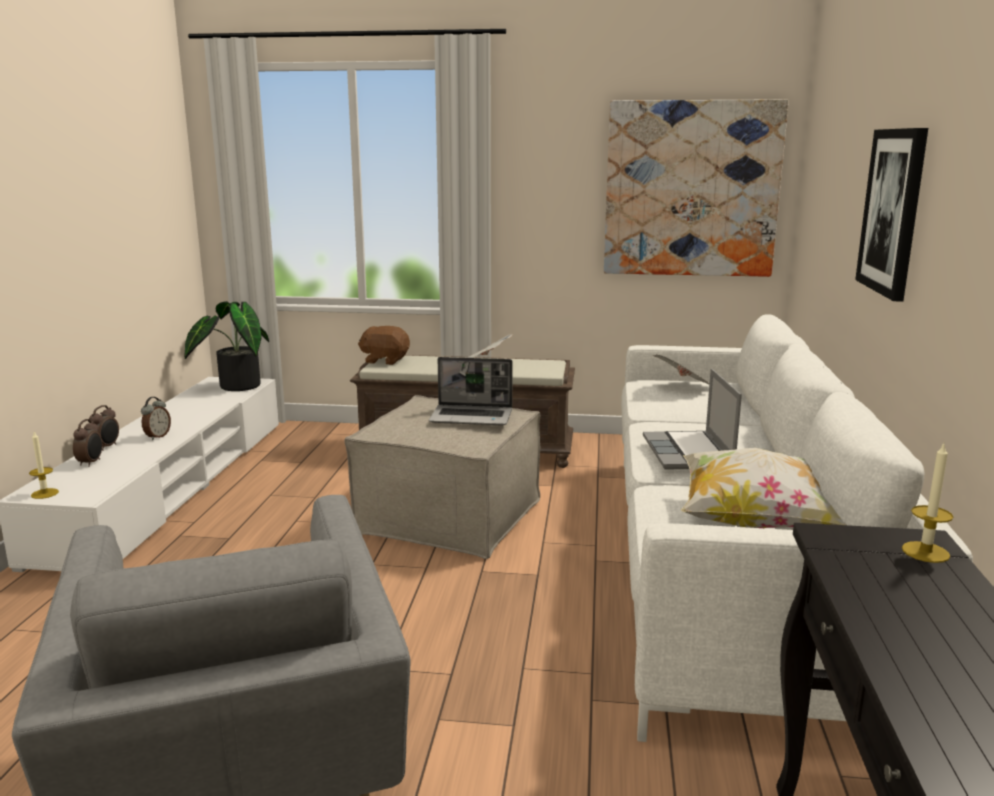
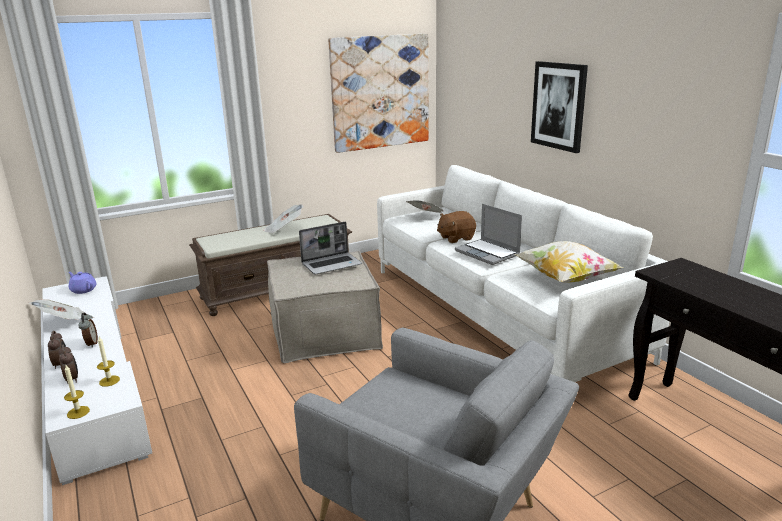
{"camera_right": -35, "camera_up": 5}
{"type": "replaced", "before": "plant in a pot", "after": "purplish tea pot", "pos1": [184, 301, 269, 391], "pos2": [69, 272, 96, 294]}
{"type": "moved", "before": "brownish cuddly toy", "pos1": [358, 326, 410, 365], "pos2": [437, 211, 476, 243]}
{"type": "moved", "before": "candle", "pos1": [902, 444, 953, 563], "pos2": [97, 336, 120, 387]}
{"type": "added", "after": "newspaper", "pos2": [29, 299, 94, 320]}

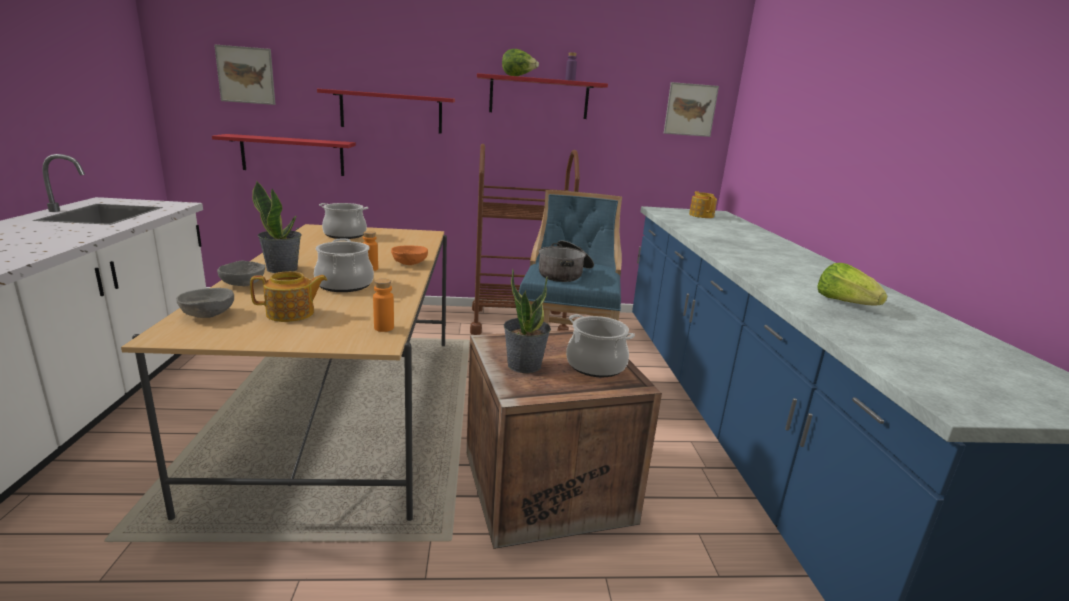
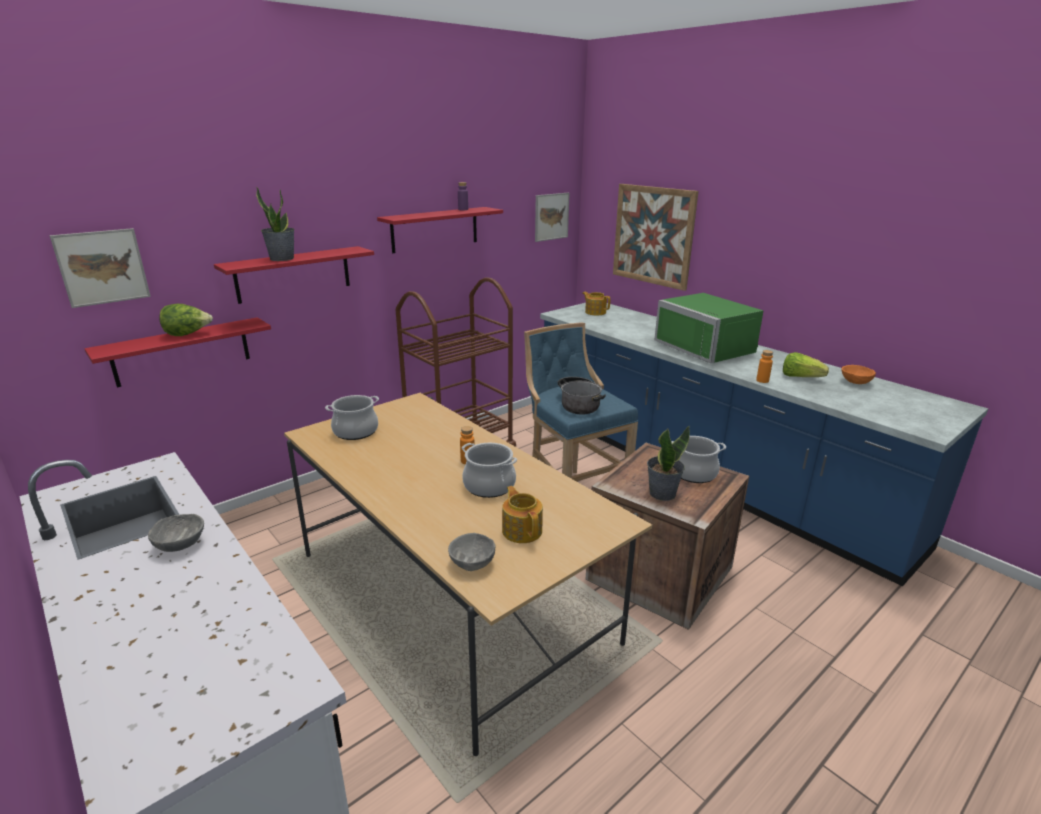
{"camera_right": -35, "camera_up": 5}
{"type": "moved", "before": "grey bowl", "pos1": [217, 261, 265, 286], "pos2": [148, 514, 204, 552]}
{"type": "turned", "before": "tea pot", "pos1": [250, 271, 327, 322], "pos2": [502, 486, 543, 543], "turn": -60}
{"type": "moved", "before": "plant in a pot", "pos1": [252, 180, 301, 273], "pos2": [256, 186, 295, 261]}
{"type": "moved", "before": "orangey bottle", "pos1": [373, 278, 394, 332], "pos2": [756, 350, 773, 383]}
{"type": "moved", "before": "orangey bowl", "pos1": [391, 245, 428, 265], "pos2": [841, 365, 876, 384]}
{"type": "moved", "before": "head of lettuce", "pos1": [502, 49, 539, 76], "pos2": [159, 304, 213, 336]}
{"type": "added", "after": "picture", "pos2": [613, 184, 699, 291]}
{"type": "added", "after": "green kitchen microwave", "pos2": [654, 293, 764, 363]}

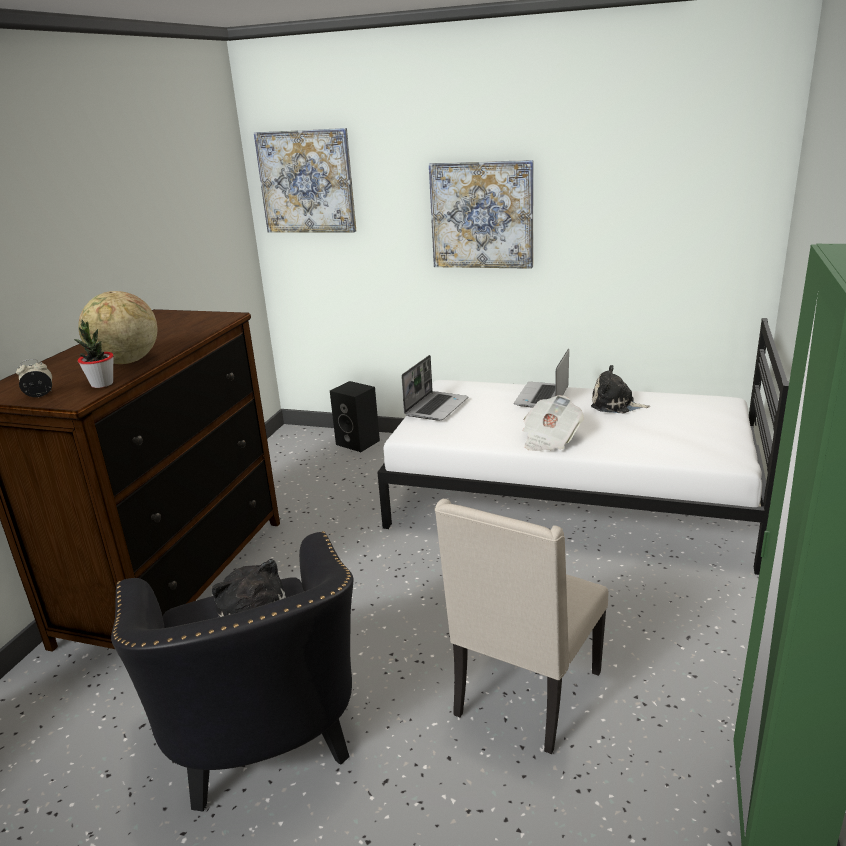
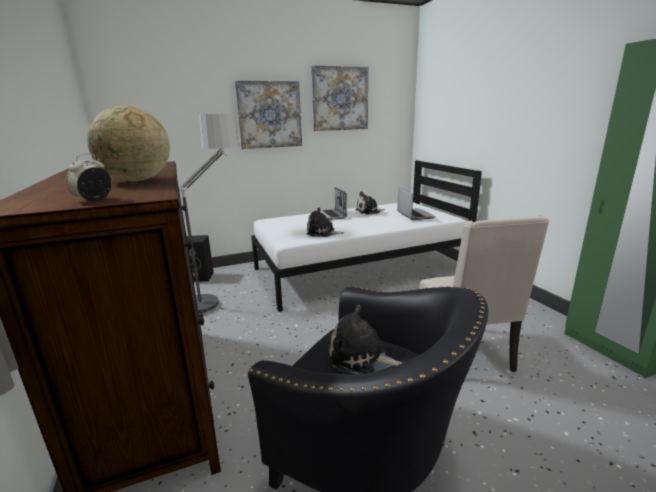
{"camera_right": -40, "camera_up": -5}
{"type": "removed", "before": "plant in a pot", "pos1": [74, 320, 114, 388]}
{"type": "moved", "before": "picture", "pos1": [254, 128, 356, 233], "pos2": [311, 65, 368, 131]}
{"type": "moved", "before": "laptop", "pos1": [401, 355, 468, 421], "pos2": [397, 187, 436, 220]}
{"type": "removed", "before": "newspaper", "pos1": [522, 395, 584, 451]}
{"type": "added", "after": "standing lamp", "pos2": [179, 114, 239, 314]}
{"type": "added", "after": "cuddly toy", "pos2": [306, 207, 344, 237]}

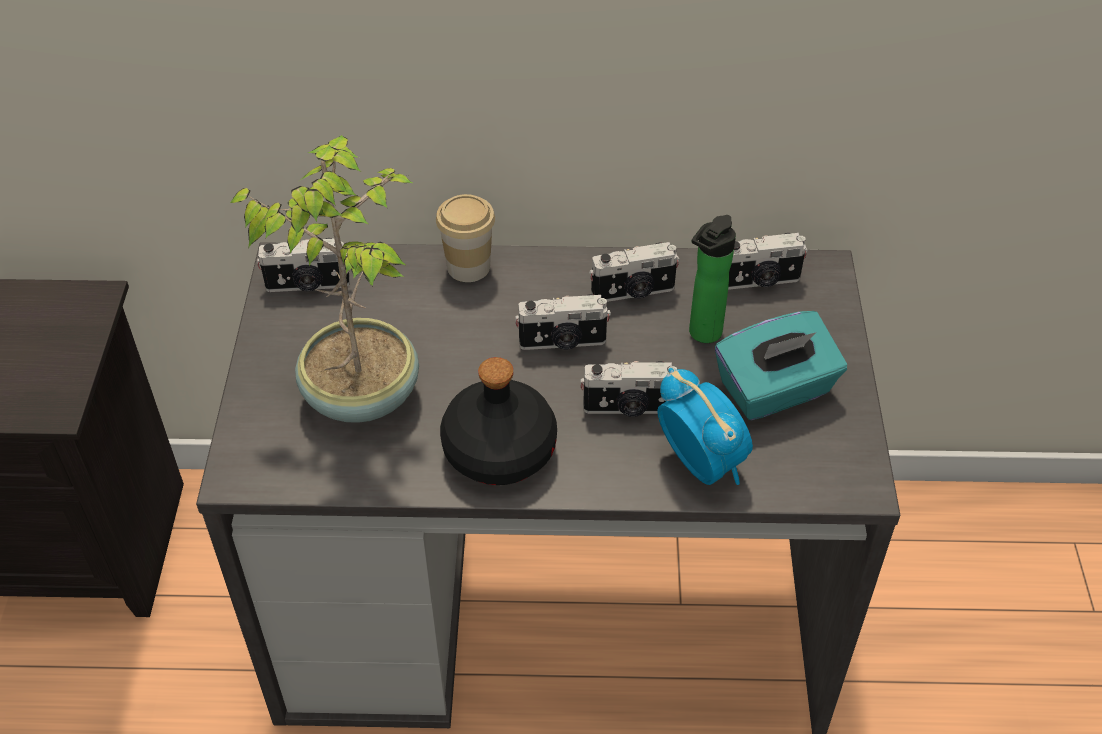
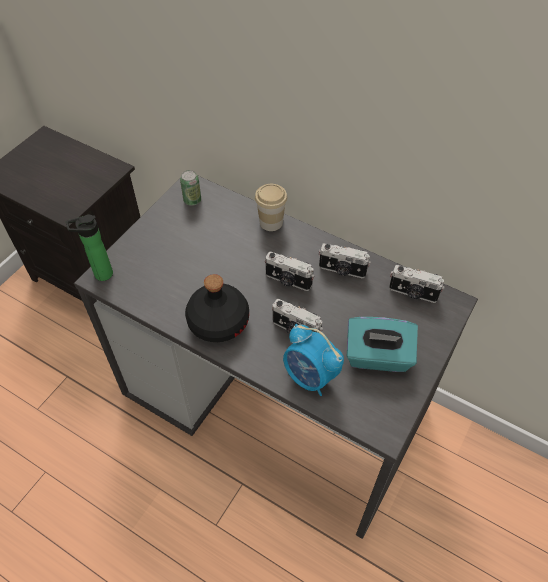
{"camera_right": 30, "camera_up": 5}
{"type": "removed", "before": "plant in a pot", "pos1": [230, 135, 419, 423]}
{"type": "replaced", "before": "still camera", "after": "metal can", "pos1": [257, 238, 350, 292], "pos2": [180, 170, 201, 206]}
{"type": "turned", "before": "bedside clock", "pos1": [657, 368, 753, 485], "pos2": [283, 324, 344, 396], "turn": 135}
{"type": "moved", "before": "bottle", "pos1": [689, 215, 736, 343], "pos2": [66, 215, 113, 281]}

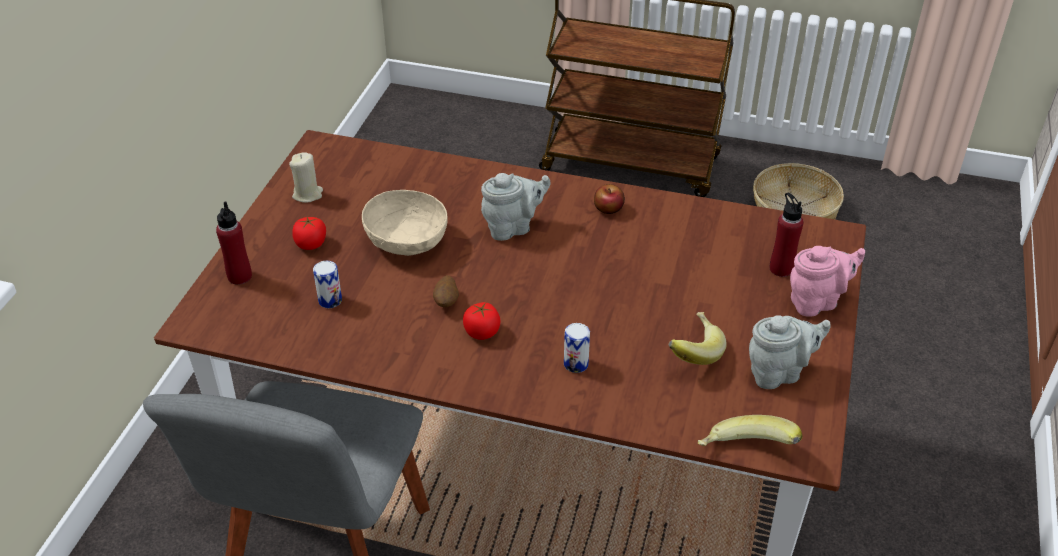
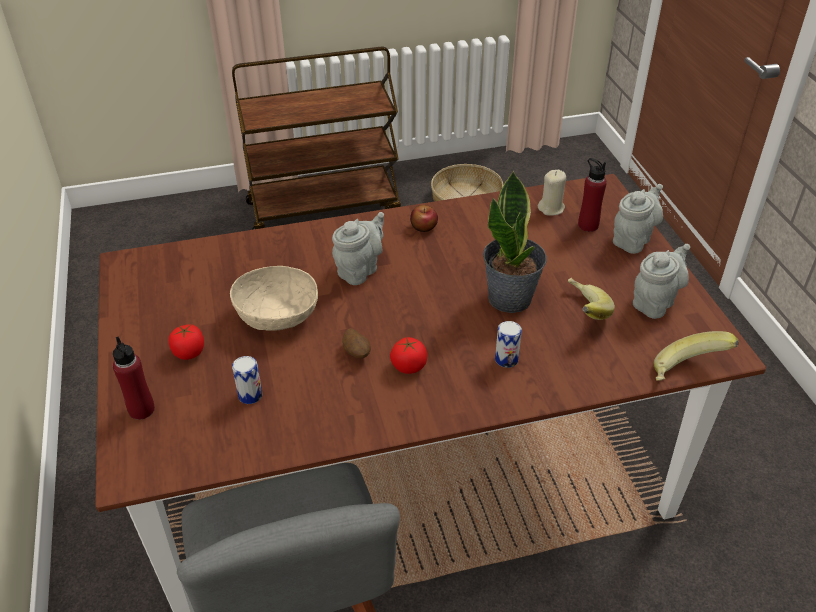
{"camera_right": -30, "camera_up": 0}
{"type": "moved", "before": "beige candle", "pos1": [289, 152, 323, 203], "pos2": [538, 170, 566, 216]}
{"type": "recoloured", "before": "pinkish tea pot", "after": "grey tea pot", "pos1": [790, 246, 865, 317], "pos2": [613, 184, 663, 254]}
{"type": "added", "after": "plant in a pot", "pos2": [483, 171, 547, 313]}

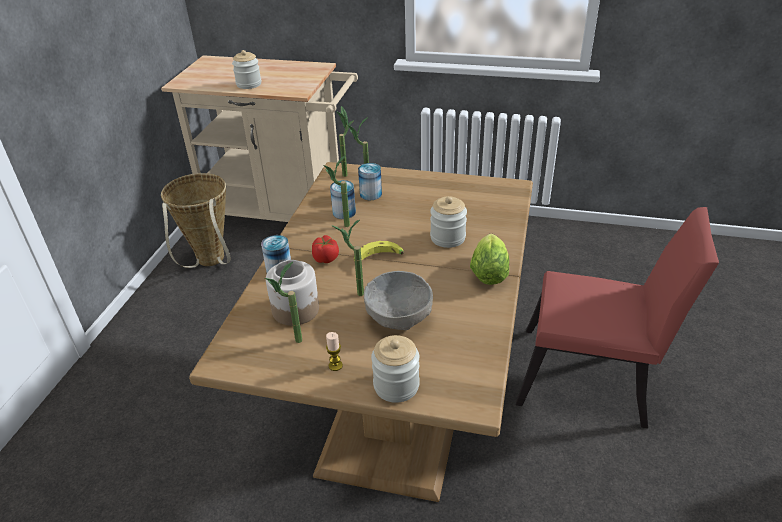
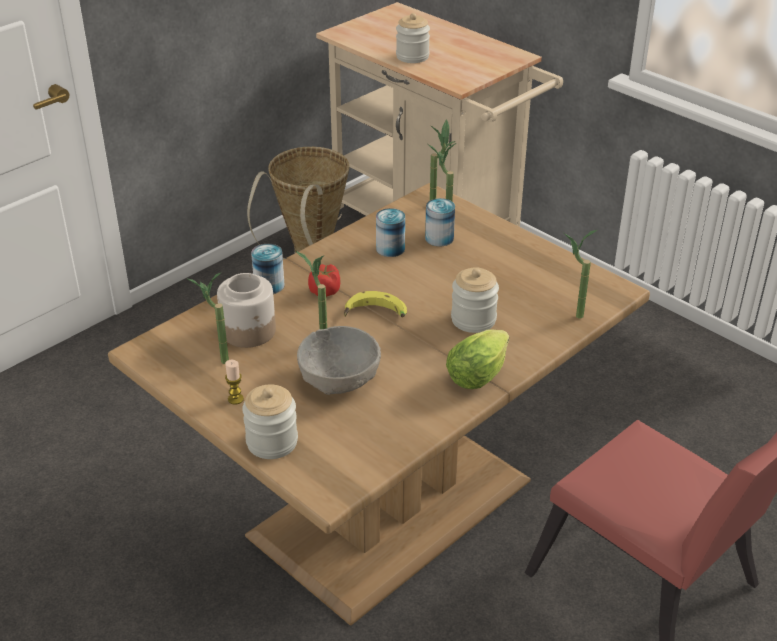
{"camera_right": 30, "camera_up": 0}
{"type": "moved", "before": "plant in a pot", "pos1": [323, 155, 350, 227], "pos2": [564, 230, 597, 319]}

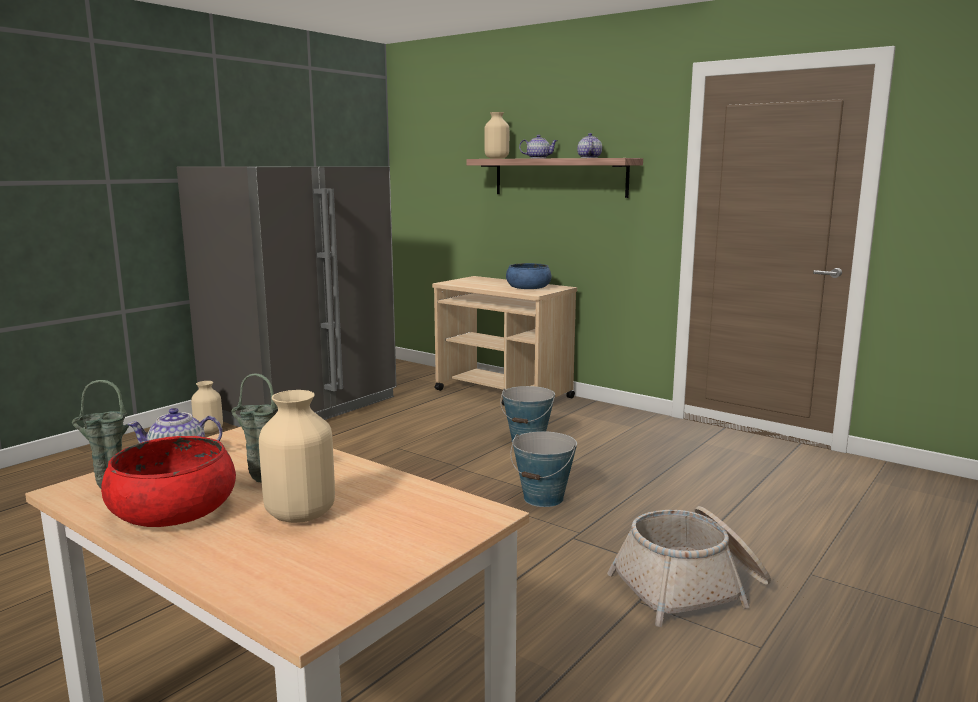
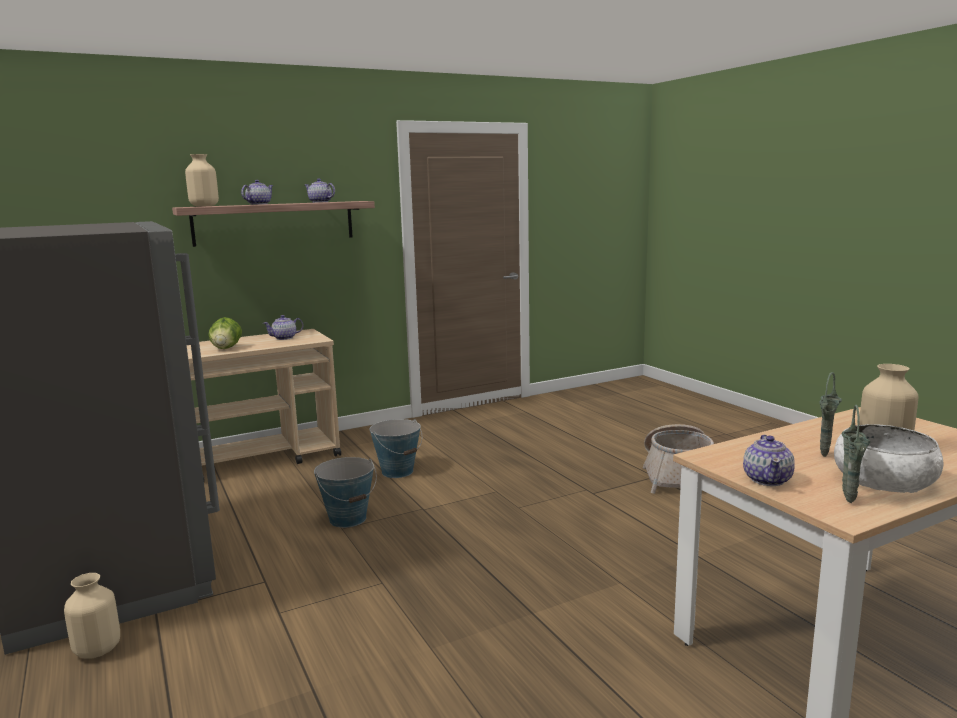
{"camera_right": -65, "camera_up": 0}
{"type": "recoloured", "before": "red bowl", "after": "whitish bowl", "pos1": [101, 436, 236, 527], "pos2": [834, 424, 944, 493]}
{"type": "replaced", "before": "blue-coloured bowl", "after": "tea pot", "pos1": [506, 263, 552, 289], "pos2": [263, 315, 303, 340]}
{"type": "moved", "before": "water bucket", "pos1": [510, 431, 577, 507], "pos2": [314, 457, 377, 528]}
{"type": "added", "after": "head of lettuce", "pos2": [208, 317, 242, 349]}

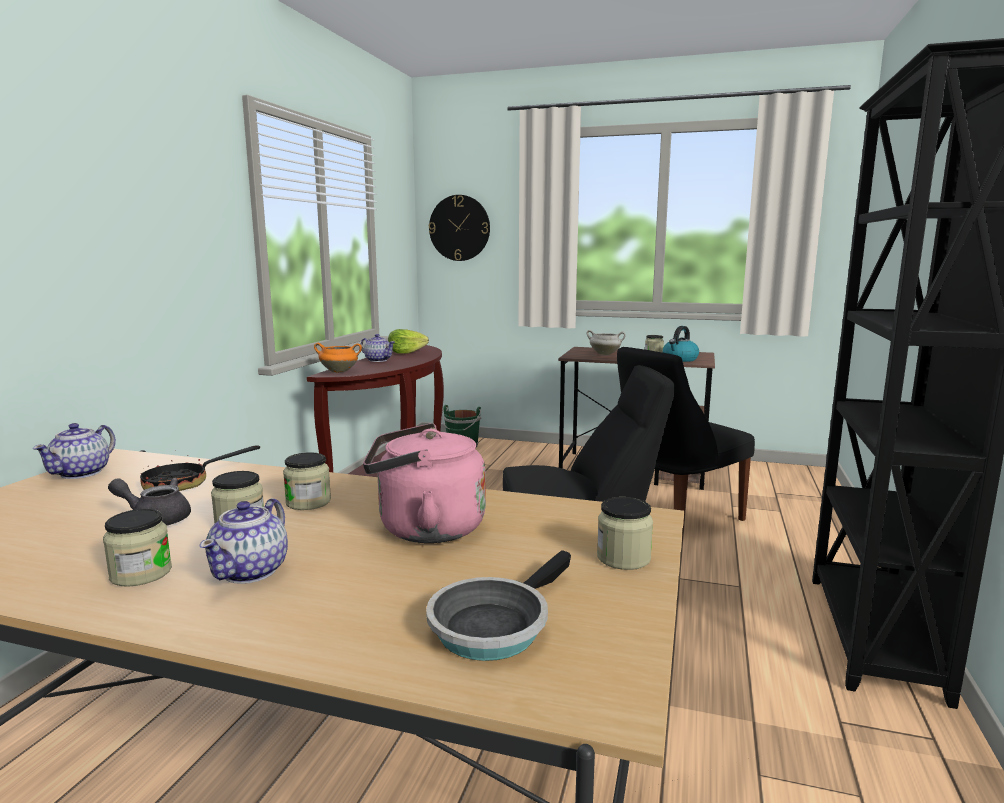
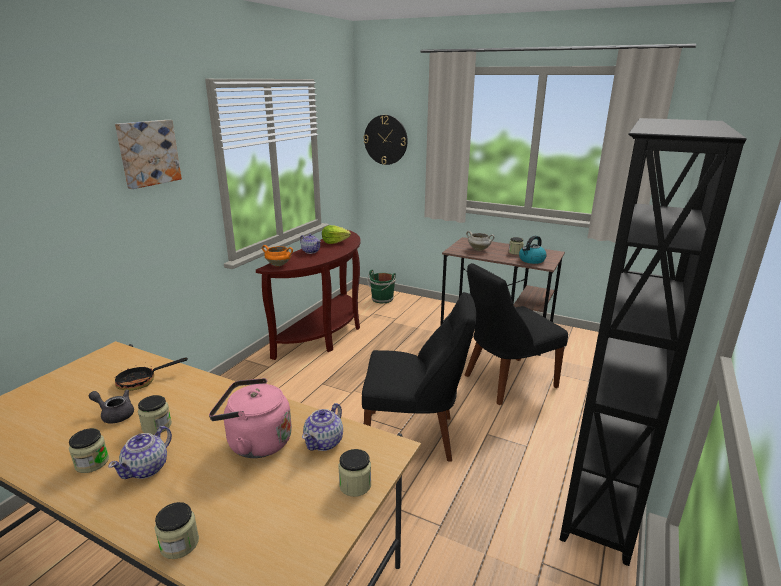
{"camera_right": 10, "camera_up": 10}
{"type": "moved", "before": "tea pot", "pos1": [33, 423, 116, 479], "pos2": [302, 403, 343, 451]}
{"type": "moved", "before": "storage jar", "pos1": [283, 452, 331, 510], "pos2": [155, 502, 199, 559]}
{"type": "removed", "before": "skillet", "pos1": [426, 550, 571, 661]}
{"type": "added", "after": "picture", "pos2": [115, 120, 182, 189]}

